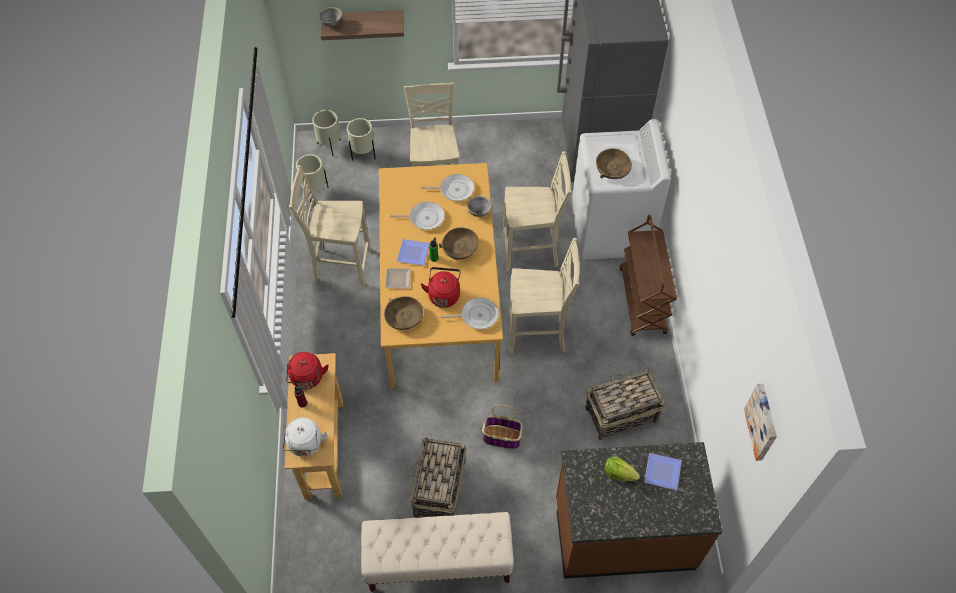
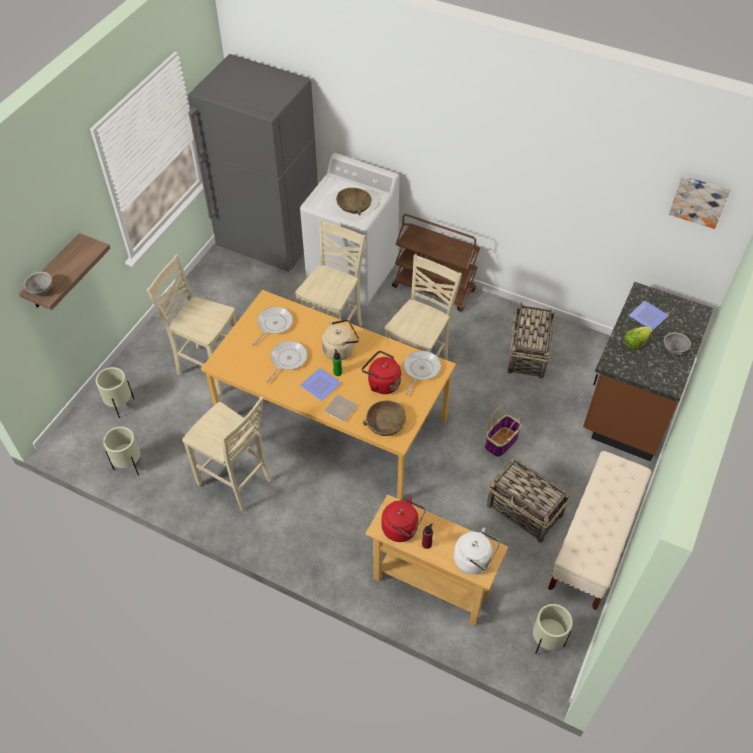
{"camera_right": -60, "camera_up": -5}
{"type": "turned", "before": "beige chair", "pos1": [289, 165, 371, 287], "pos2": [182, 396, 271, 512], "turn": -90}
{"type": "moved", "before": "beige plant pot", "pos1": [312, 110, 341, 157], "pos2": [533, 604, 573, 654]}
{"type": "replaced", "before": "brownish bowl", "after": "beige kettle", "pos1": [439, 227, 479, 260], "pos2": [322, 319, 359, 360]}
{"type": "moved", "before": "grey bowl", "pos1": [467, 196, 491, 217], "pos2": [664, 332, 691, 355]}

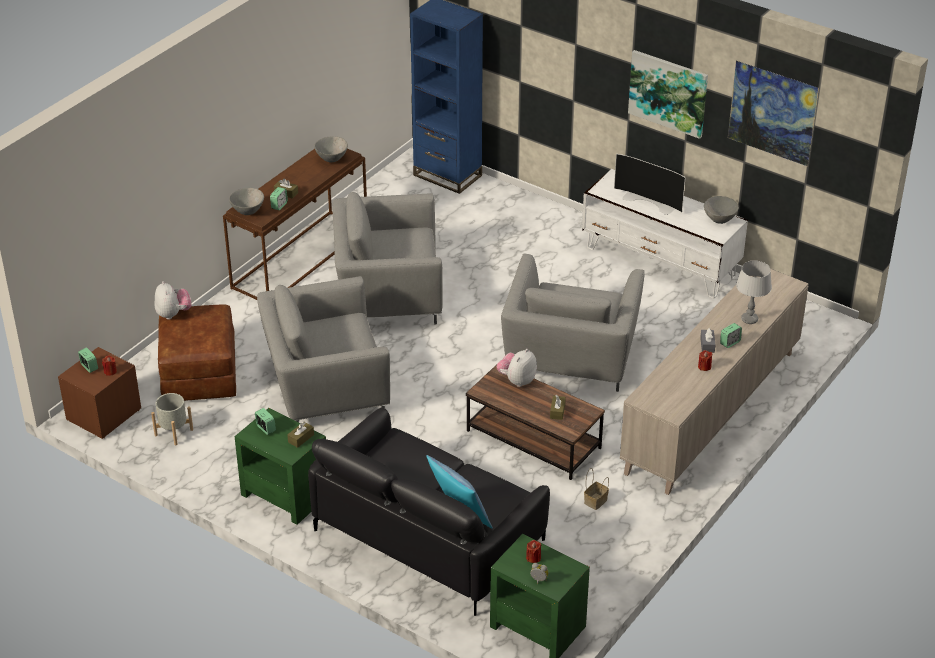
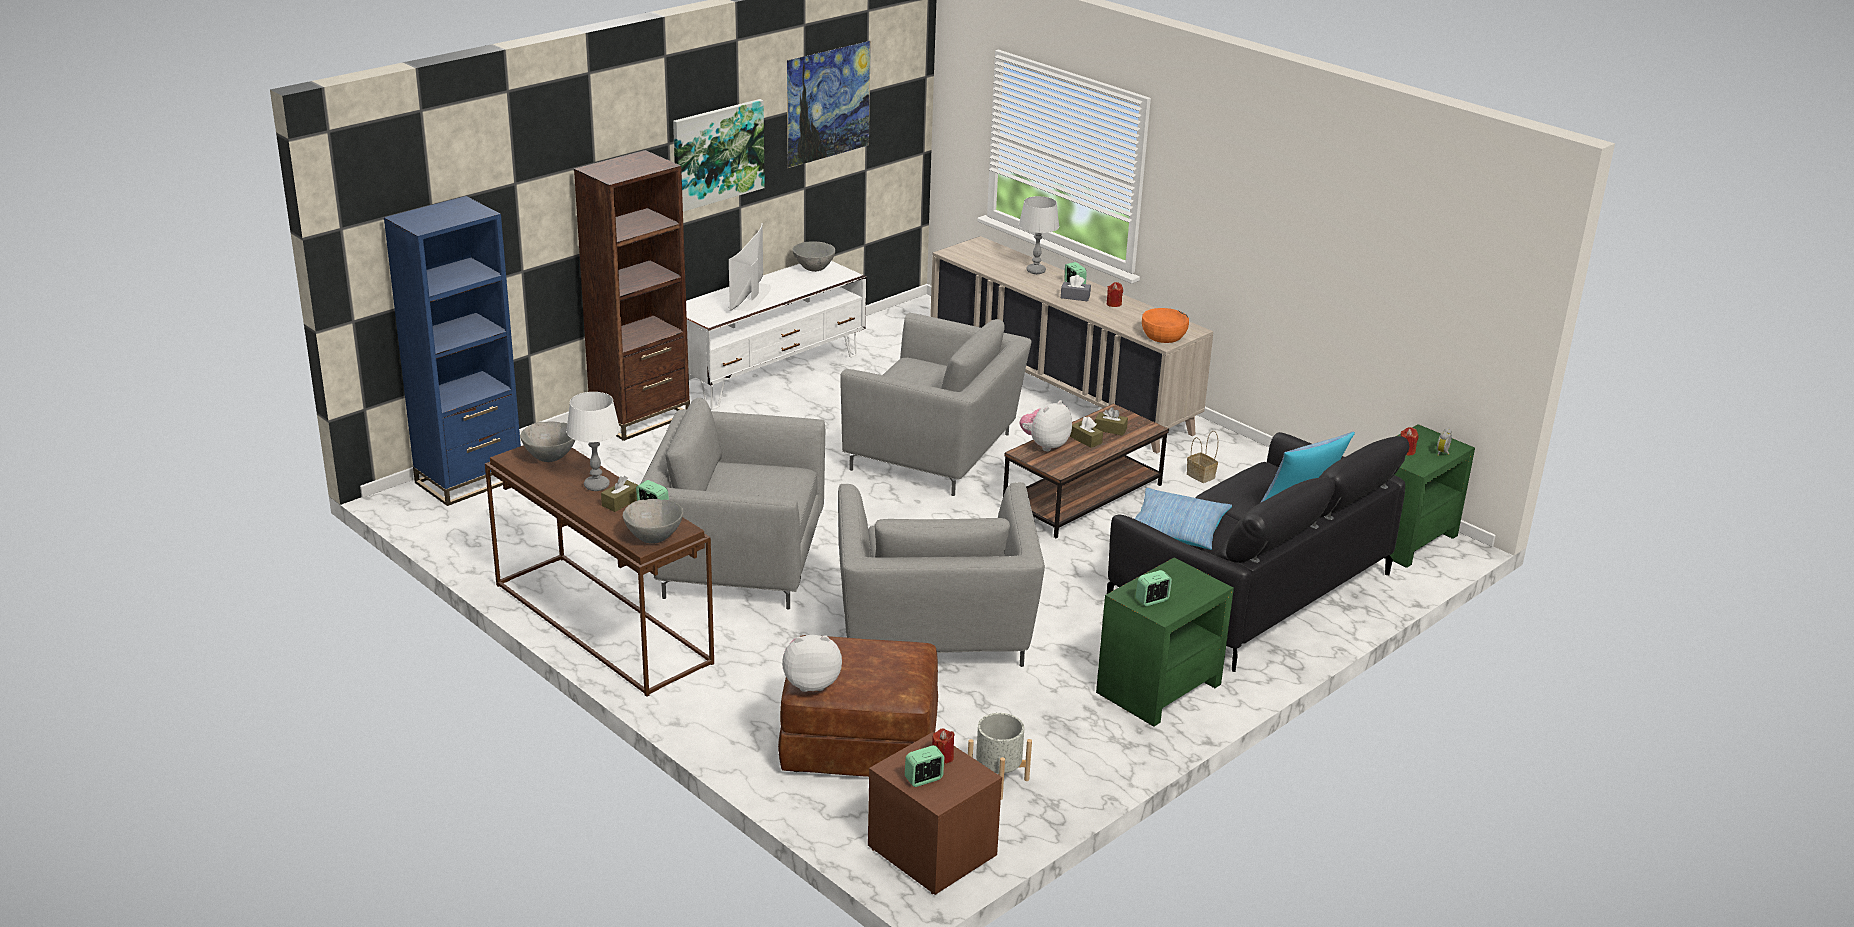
{"camera_right": -80, "camera_up": -10}
{"type": "moved", "before": "brownish tissue box", "pos1": [287, 422, 314, 448], "pos2": [1070, 417, 1103, 448]}
{"type": "turned", "before": "grey easy chair", "pos1": [332, 192, 443, 325], "pos2": [641, 398, 825, 610], "turn": 90}
{"type": "turned", "before": "cuddly toy", "pos1": [497, 349, 537, 387], "pos2": [1019, 400, 1072, 451], "turn": 90}
{"type": "turned", "before": "TV set", "pos1": [614, 154, 686, 215], "pos2": [728, 223, 771, 312], "turn": 150}
{"type": "added", "after": "whitish lamp for a table", "pos2": [566, 392, 620, 491]}
{"type": "added", "after": "brownish bookcase", "pos2": [574, 150, 690, 441]}
{"type": "added", "after": "cushion", "pos2": [1134, 488, 1232, 550]}
{"type": "added", "after": "orangey bowl", "pos2": [1142, 308, 1189, 343]}

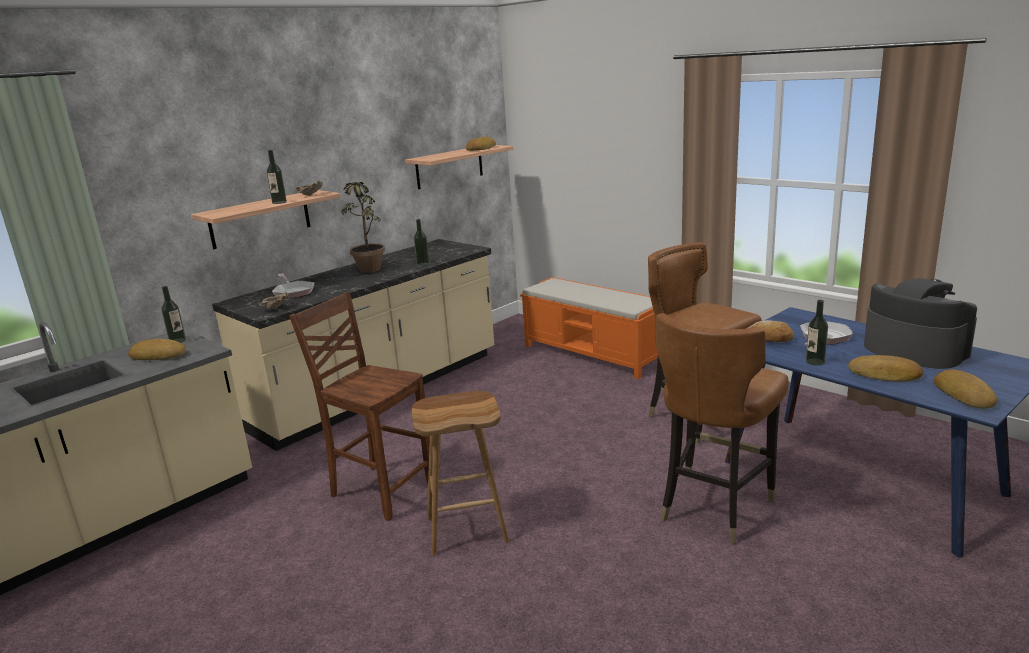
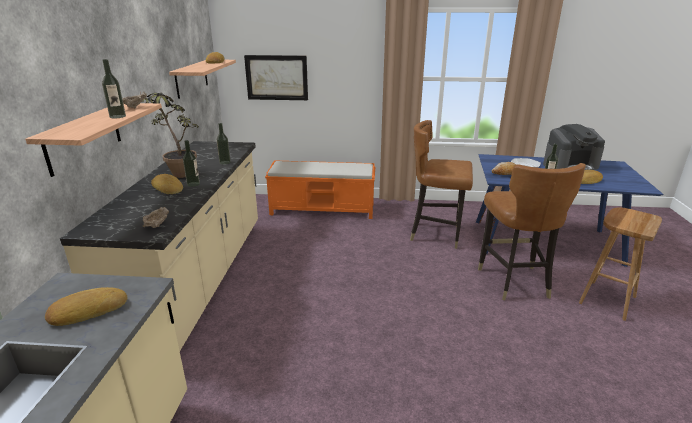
{"camera_right": -40, "camera_up": 5}
{"type": "moved", "before": "bottle", "pos1": [161, 286, 186, 343], "pos2": [183, 140, 200, 187]}
{"type": "removed", "before": "skillet", "pos1": [272, 274, 314, 299]}
{"type": "removed", "before": "brownish chair", "pos1": [289, 292, 430, 521]}
{"type": "moved", "before": "brownish stool", "pos1": [412, 391, 509, 555], "pos2": [579, 207, 662, 321]}
{"type": "turned", "before": "coffee maker", "pos1": [864, 278, 977, 369], "pos2": [543, 124, 605, 170], "turn": 150}
{"type": "moved", "before": "baked bread", "pos1": [934, 369, 997, 409], "pos2": [151, 174, 183, 194]}
{"type": "added", "after": "picture", "pos2": [244, 55, 308, 100]}

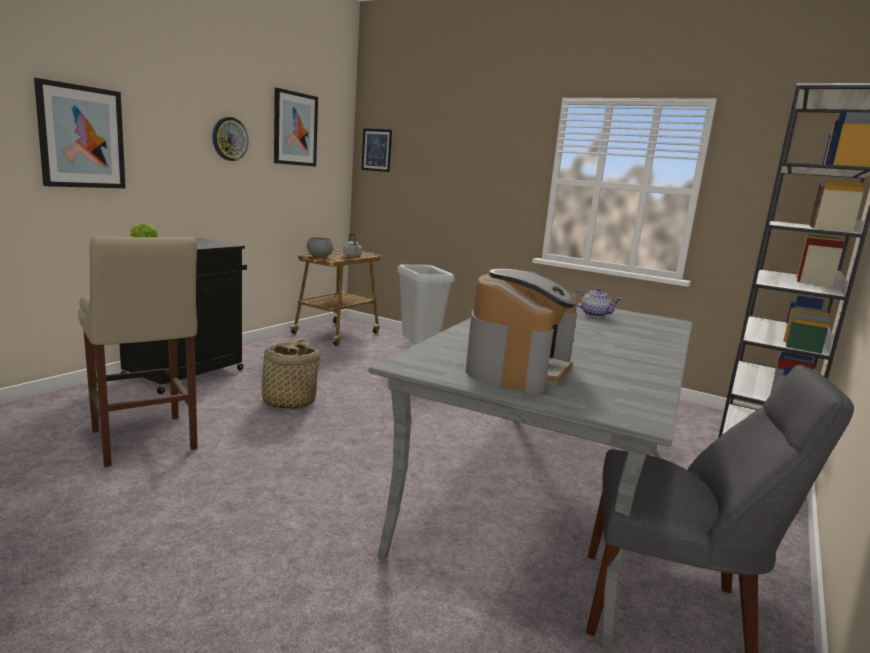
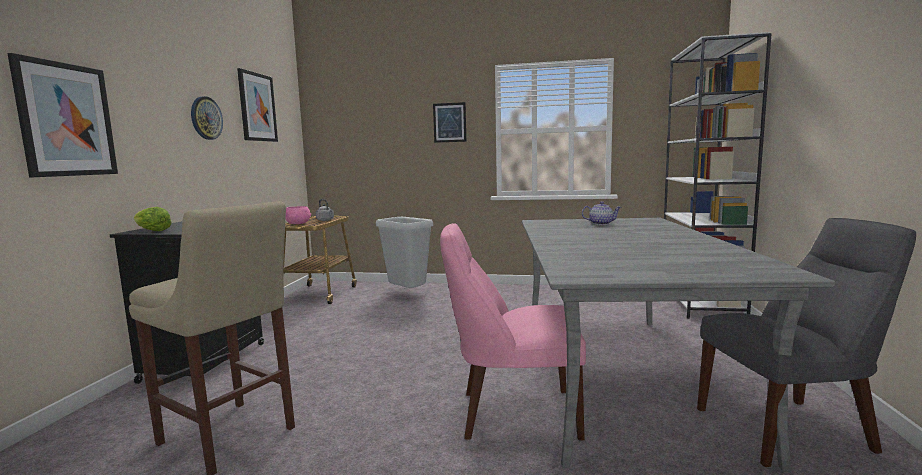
{"camera_right": -20, "camera_up": -5}
{"type": "removed", "before": "storage basket", "pos1": [250, 340, 320, 409]}
{"type": "recoloured", "before": "grey bowl", "after": "pinkish bowl", "pos1": [307, 237, 334, 257], "pos2": [285, 206, 311, 224]}
{"type": "moved", "before": "picture", "pos1": [361, 129, 392, 172], "pos2": [433, 102, 466, 143]}
{"type": "removed", "before": "coffee maker", "pos1": [466, 269, 578, 393]}
{"type": "added", "after": "pinkish chair", "pos2": [440, 223, 586, 440]}

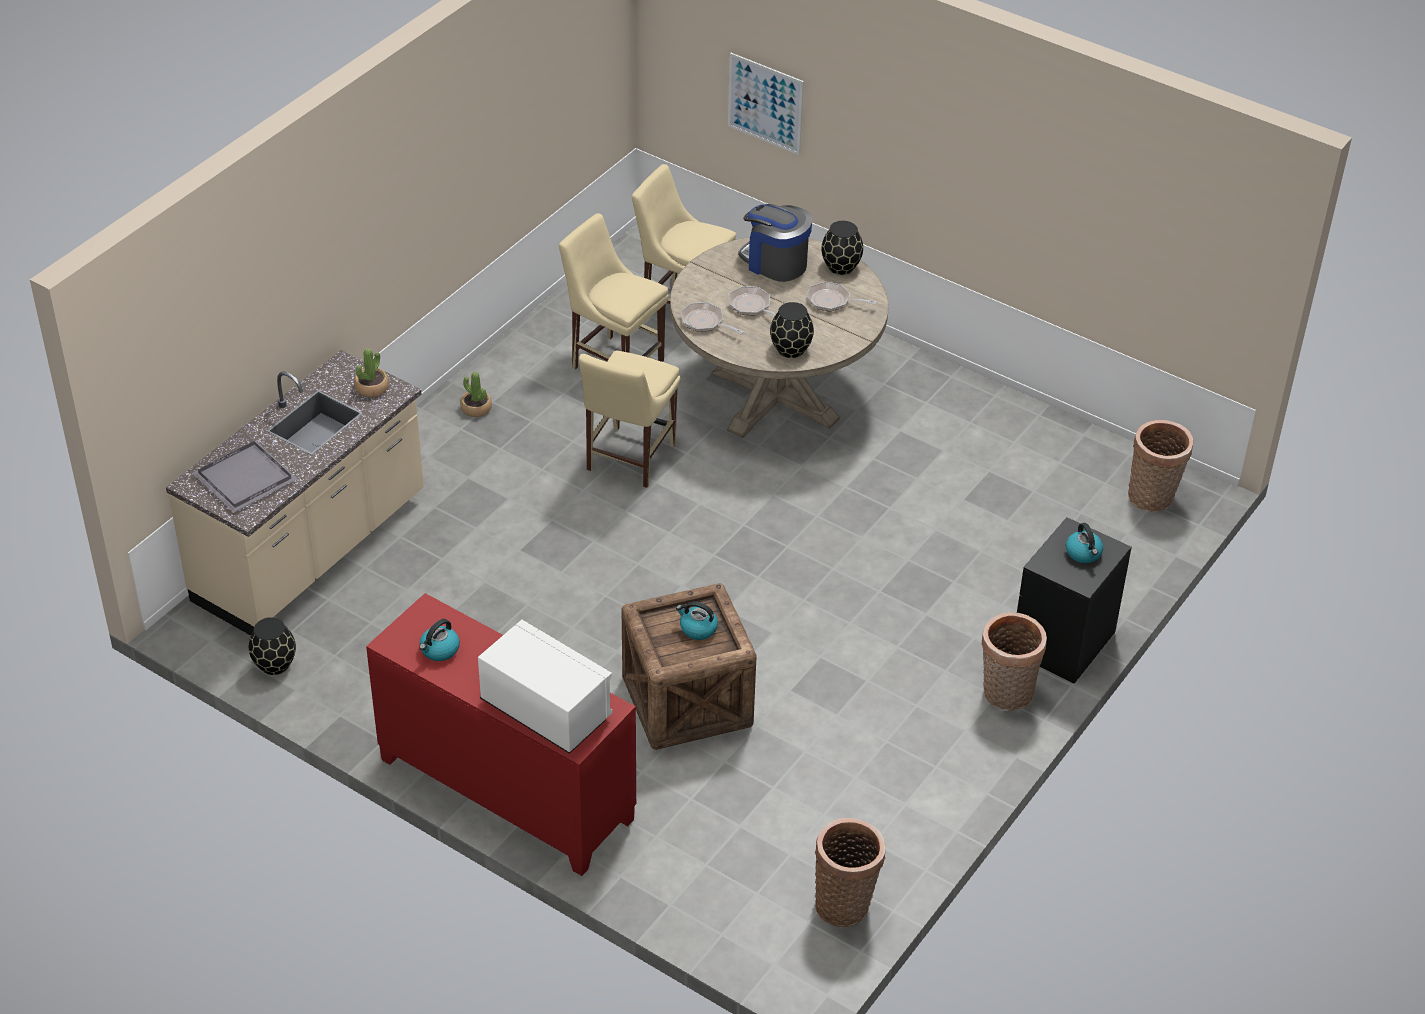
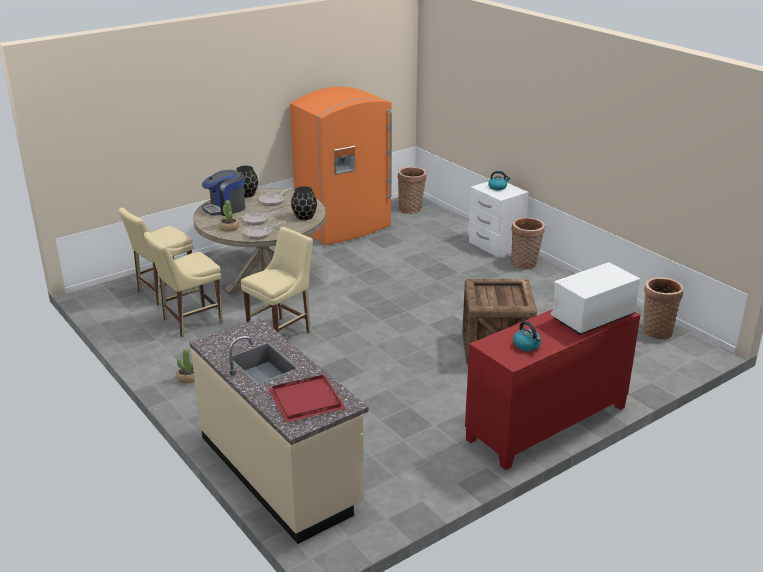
{"camera_right": -70, "camera_up": -15}
{"type": "recoloured", "before": "grey tray", "after": "red tray", "pos1": [193, 441, 297, 512], "pos2": [268, 375, 345, 422]}
{"type": "removed", "before": "black decorative vase", "pos1": [249, 617, 296, 675]}
{"type": "moved", "before": "plant in a pot", "pos1": [354, 348, 389, 397], "pos2": [219, 200, 239, 232]}
{"type": "turned", "before": "beige chair", "pos1": [579, 351, 680, 488], "pos2": [241, 227, 313, 333], "turn": -90}
{"type": "removed", "before": "kettle", "pos1": [676, 601, 718, 640]}
{"type": "removed", "before": "picture", "pos1": [728, 53, 804, 155]}
{"type": "recoloured", "before": "black night table", "after": "whitish night table", "pos1": [1017, 517, 1132, 684], "pos2": [468, 181, 529, 258]}
{"type": "added", "after": "orangey fridge", "pos2": [290, 87, 392, 245]}

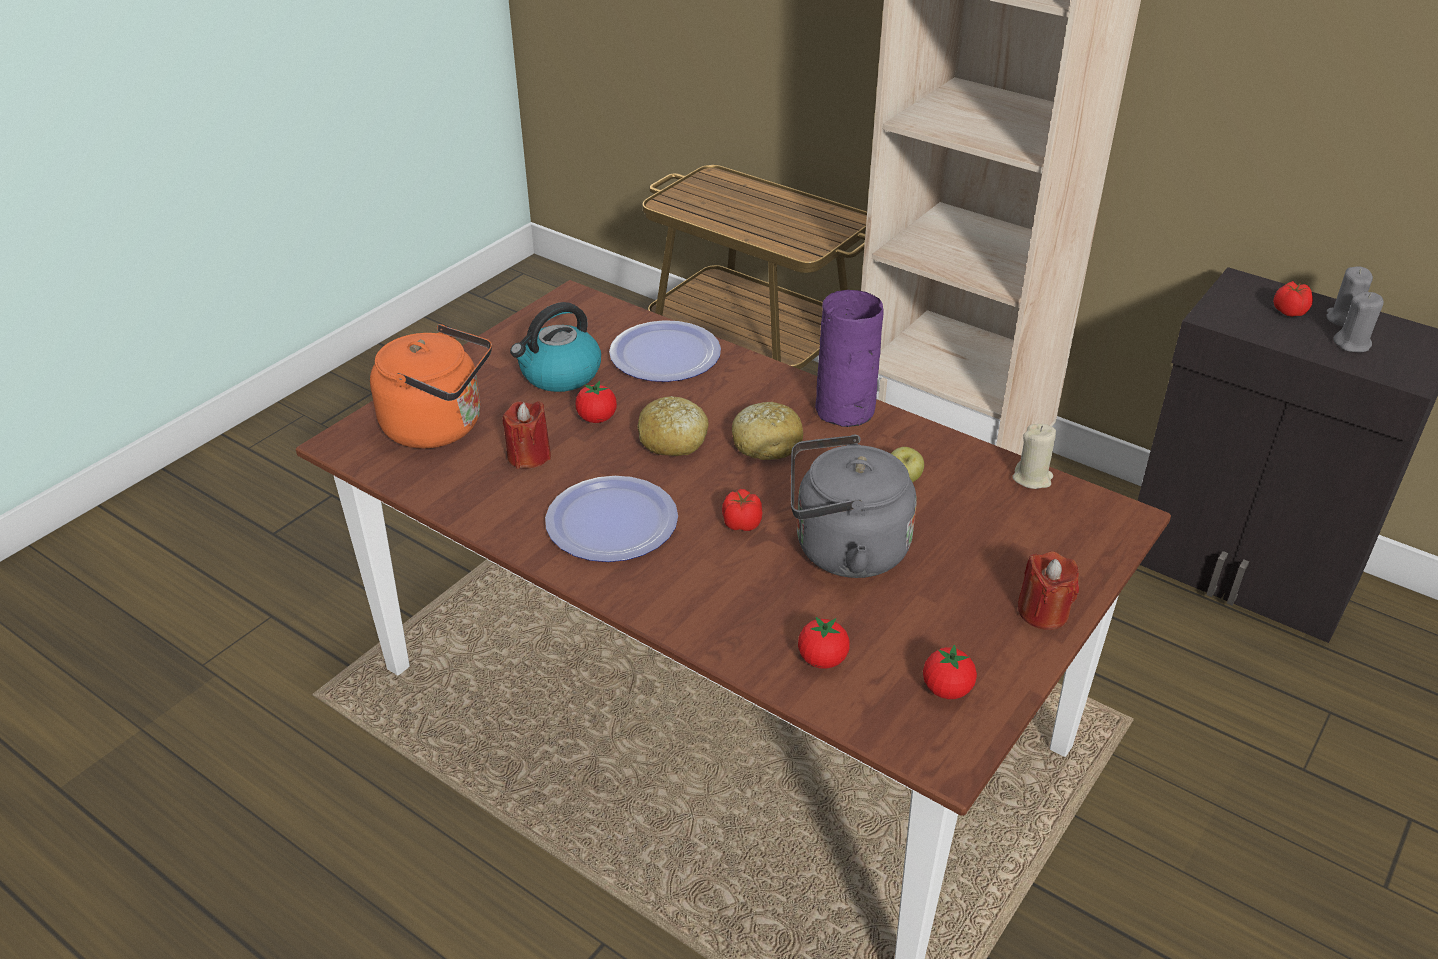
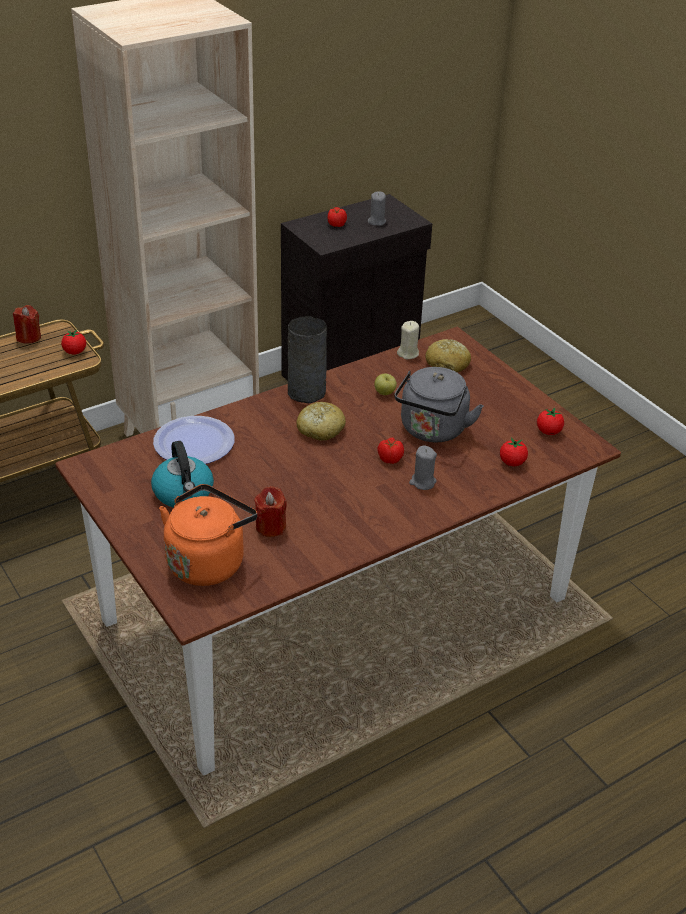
{"camera_right": -70, "camera_up": 0}
{"type": "removed", "before": "dinner plate", "pos1": [545, 476, 678, 562]}
{"type": "moved", "before": "whole tomato", "pos1": [576, 381, 617, 423], "pos2": [61, 330, 86, 355]}
{"type": "moved", "before": "baked bread", "pos1": [638, 396, 709, 456], "pos2": [426, 339, 471, 372]}
{"type": "recoloured", "before": "purplish decorative vase", "after": "grey decorative vase", "pos1": [815, 290, 884, 427], "pos2": [288, 316, 327, 403]}
{"type": "moved", "before": "red candle", "pos1": [1018, 551, 1079, 630], "pos2": [13, 305, 41, 343]}
{"type": "moved", "before": "grey candle", "pos1": [1327, 266, 1373, 327], "pos2": [409, 445, 437, 490]}

